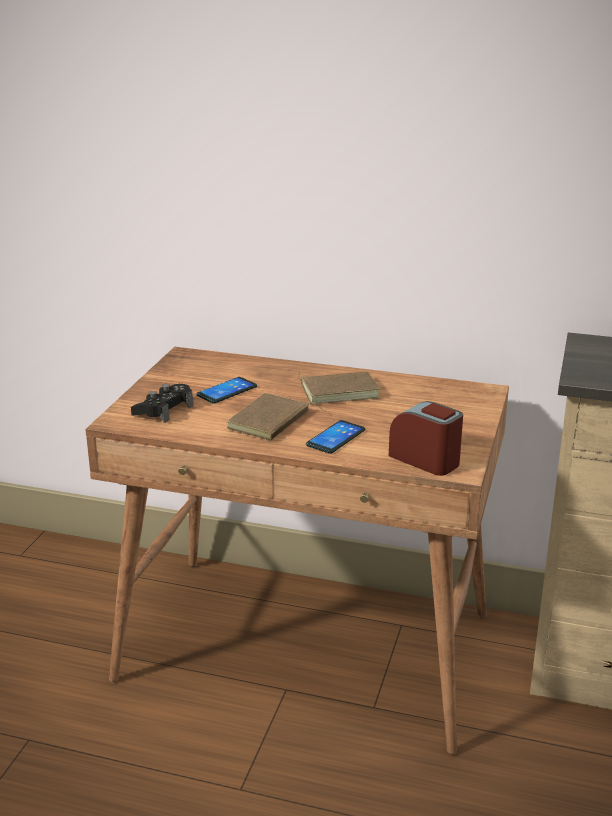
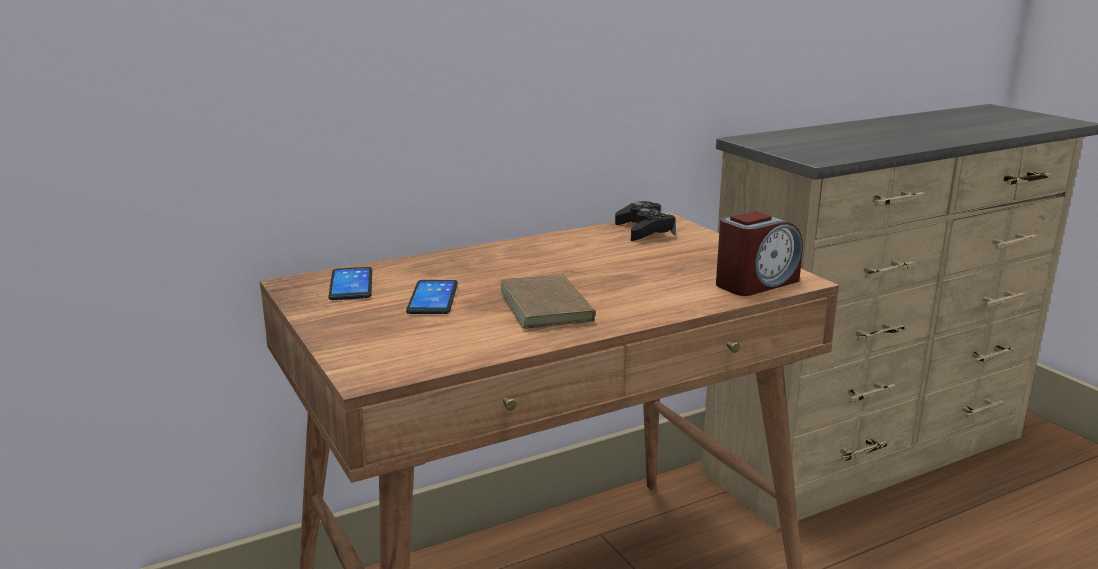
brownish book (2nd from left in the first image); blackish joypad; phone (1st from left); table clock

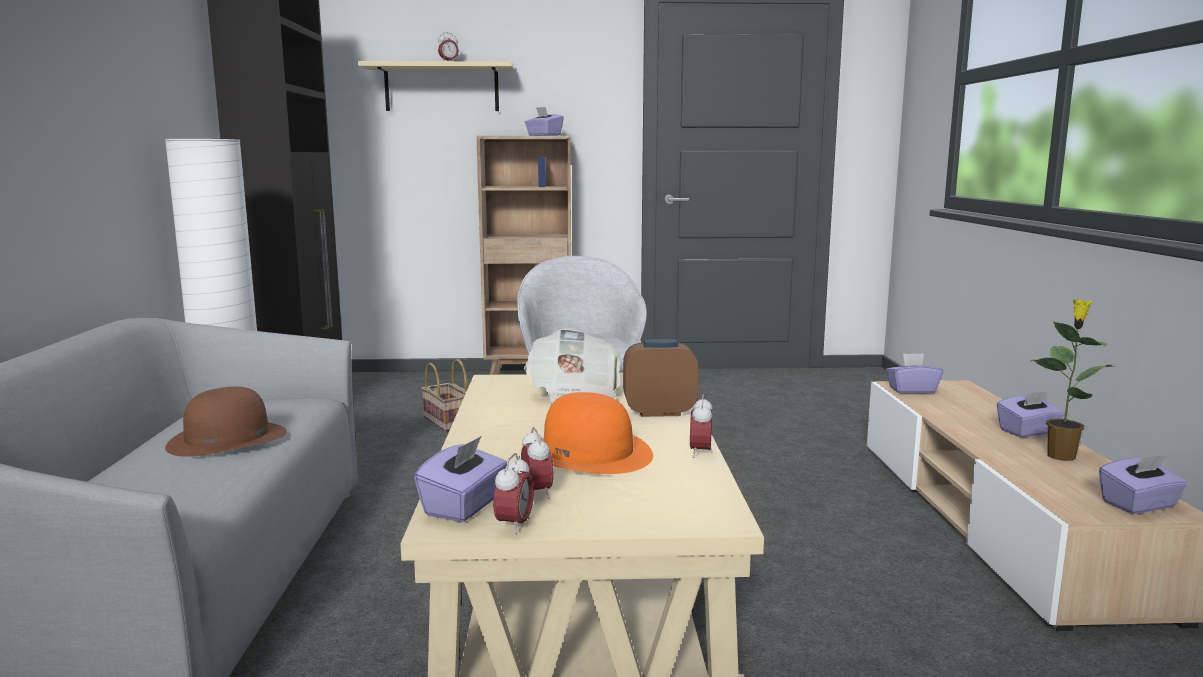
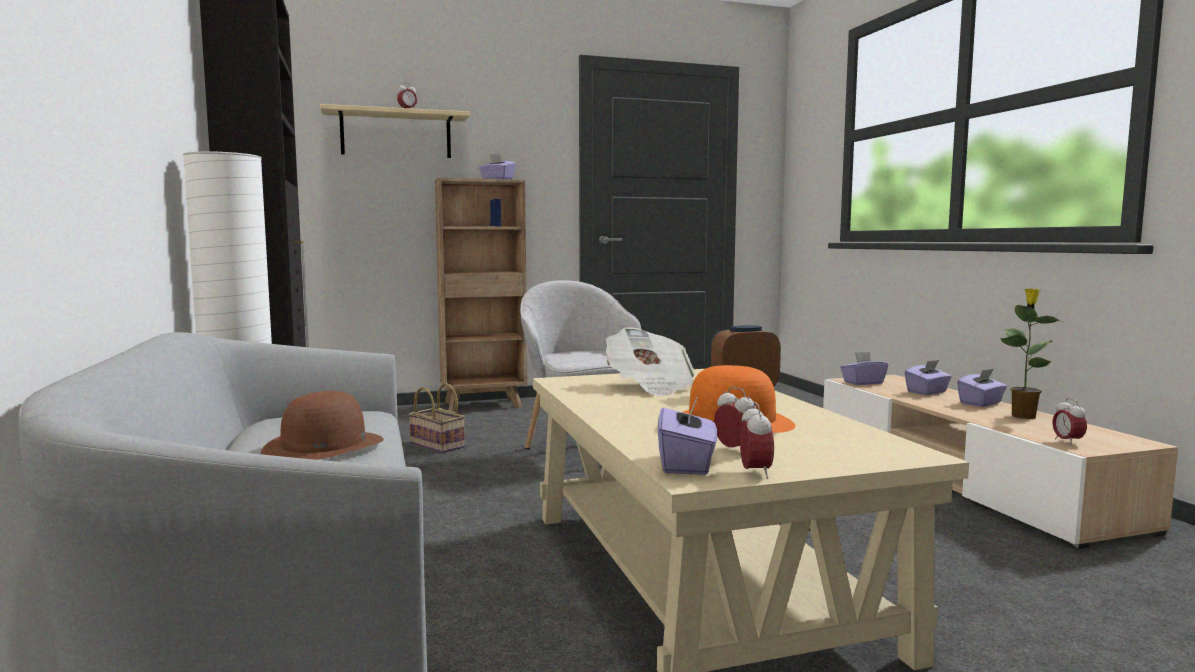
table clock (5th from left); purple tissue box (4th from left)

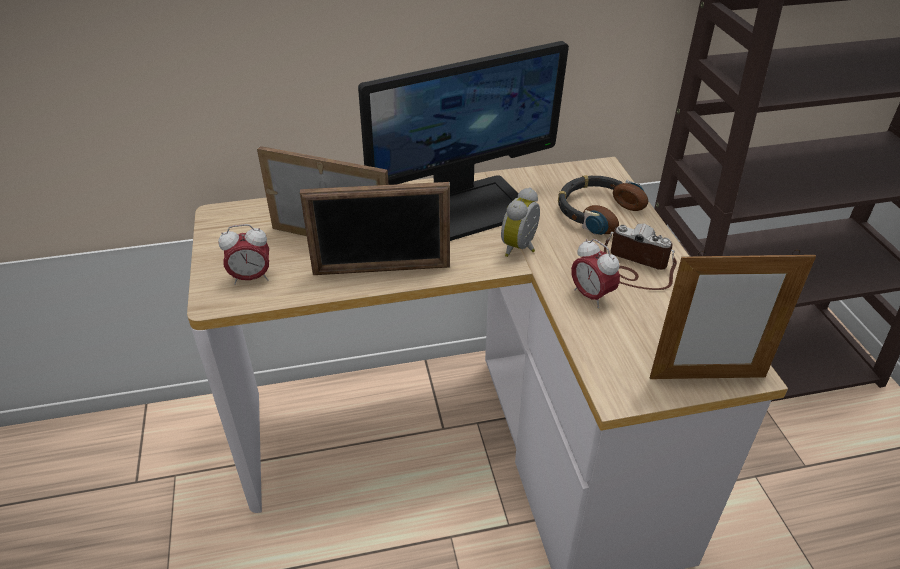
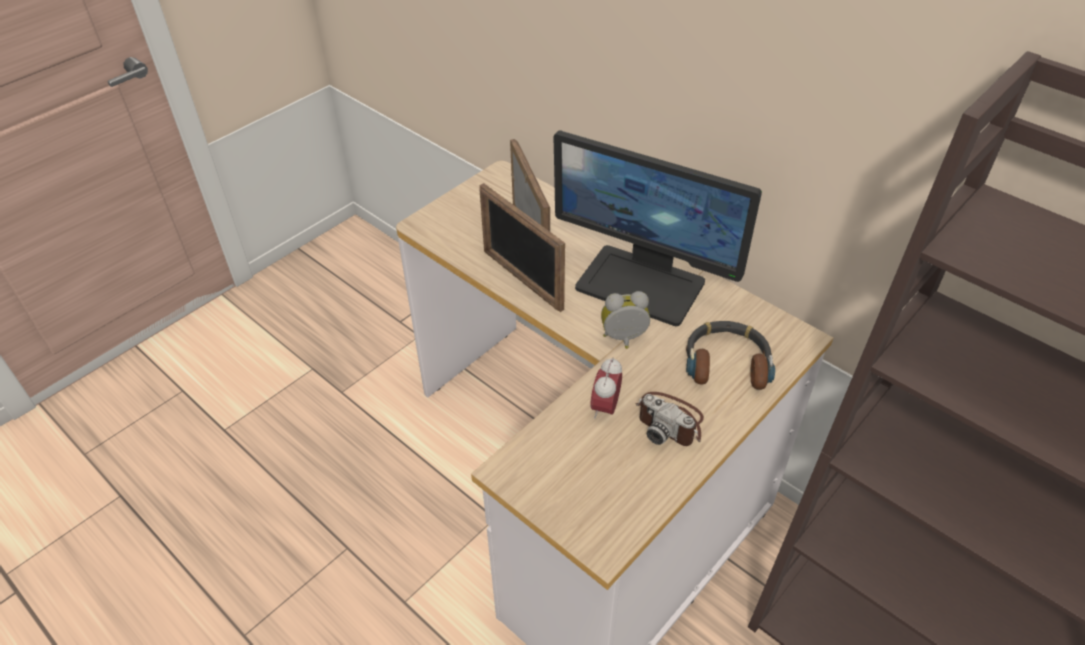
table clock (1st from left in the first image); photo frame (3rd from left in the first image); still camera

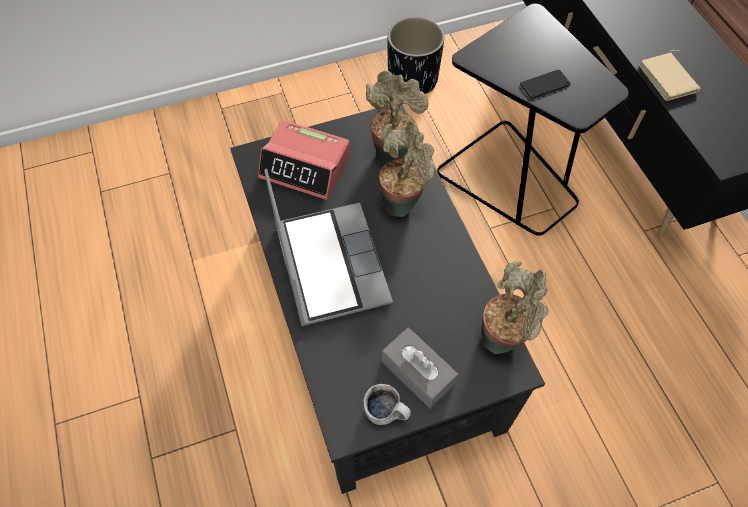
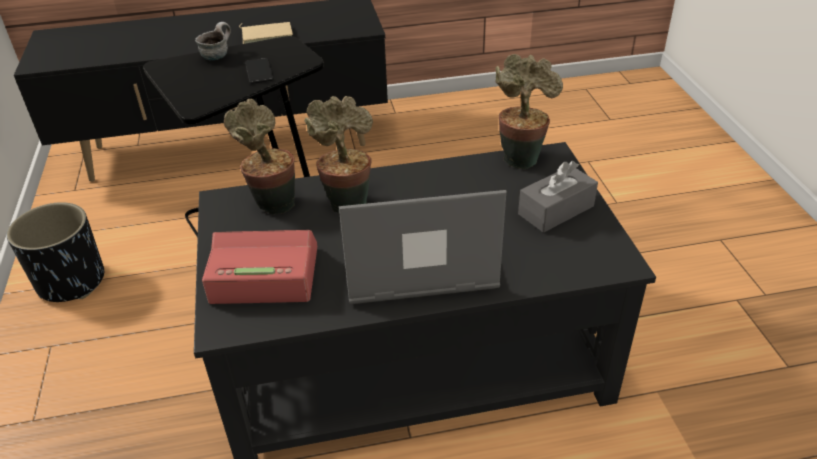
mug; table clock

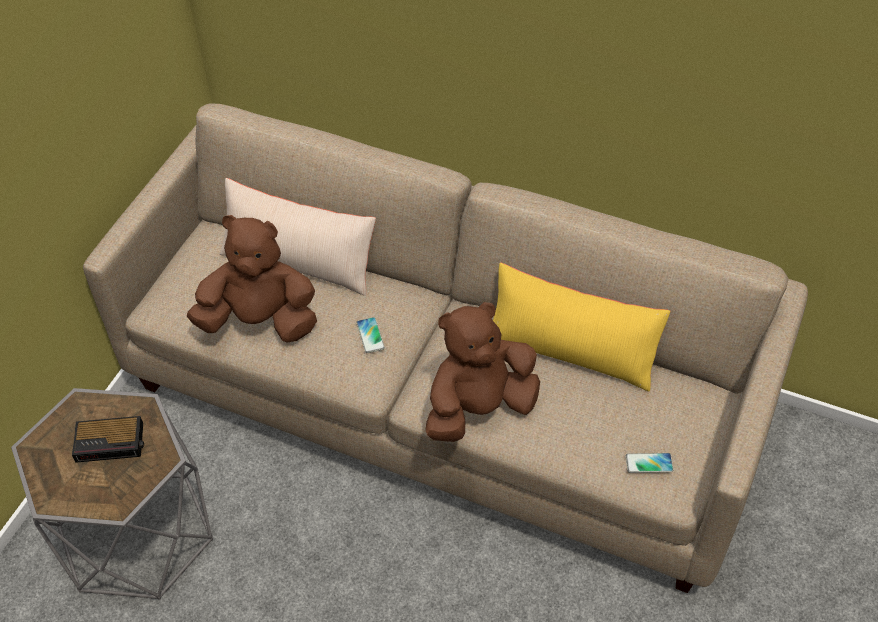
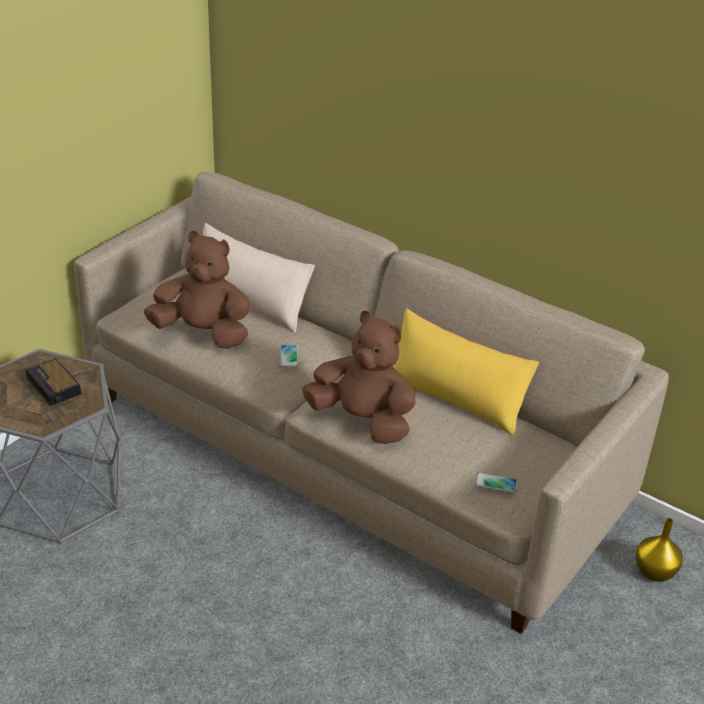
yellow flower vase; table clock; brownish plush toy (2nd from left)

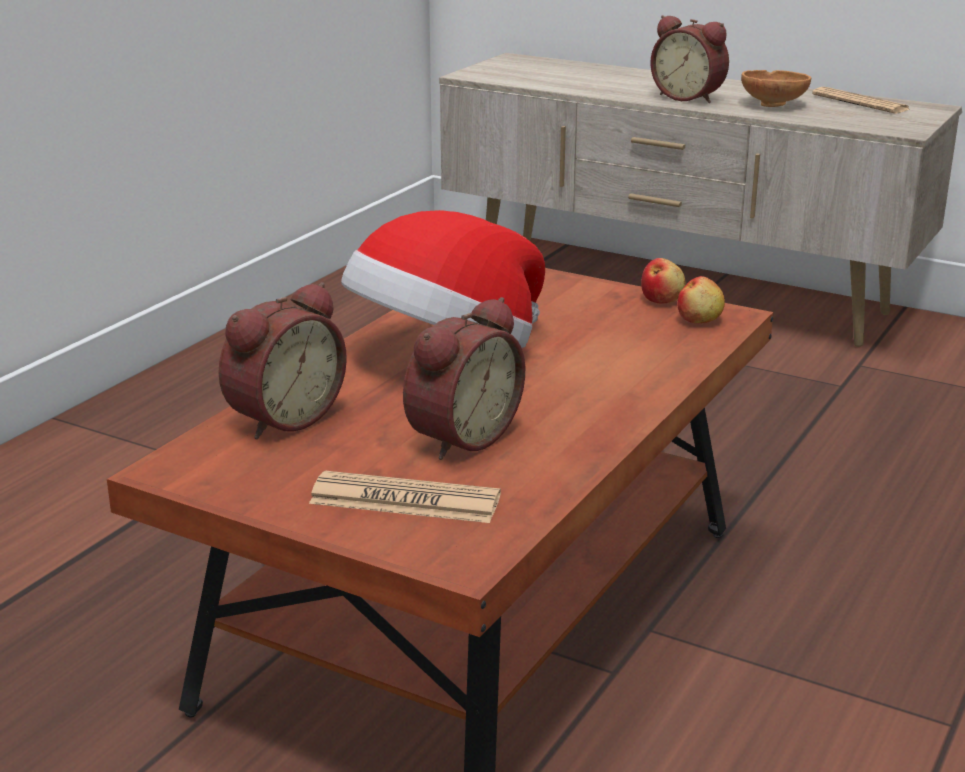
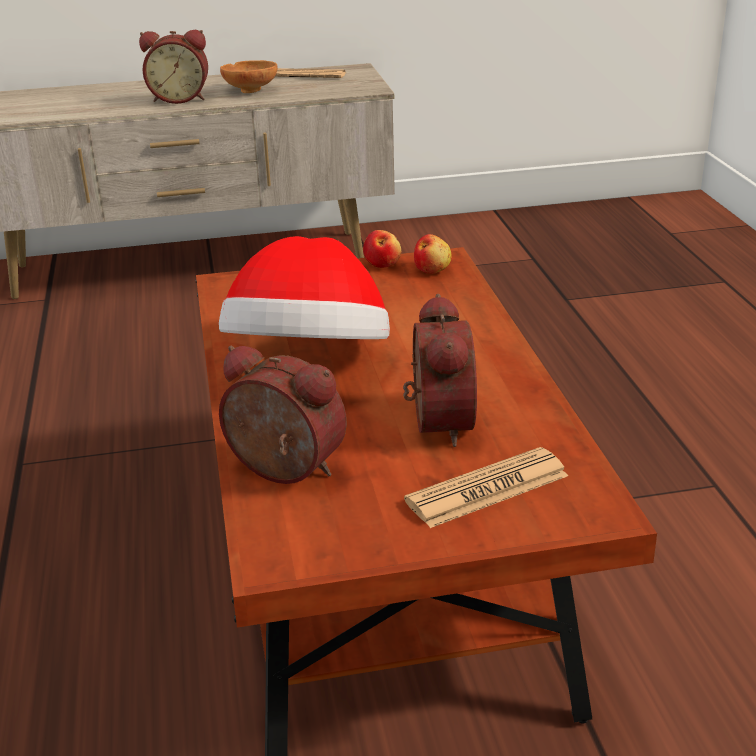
table clock (2nd from left)

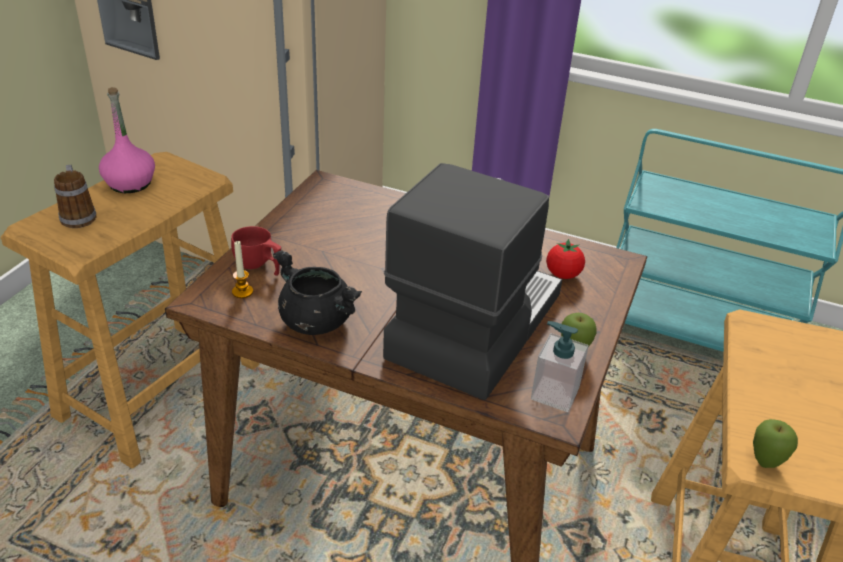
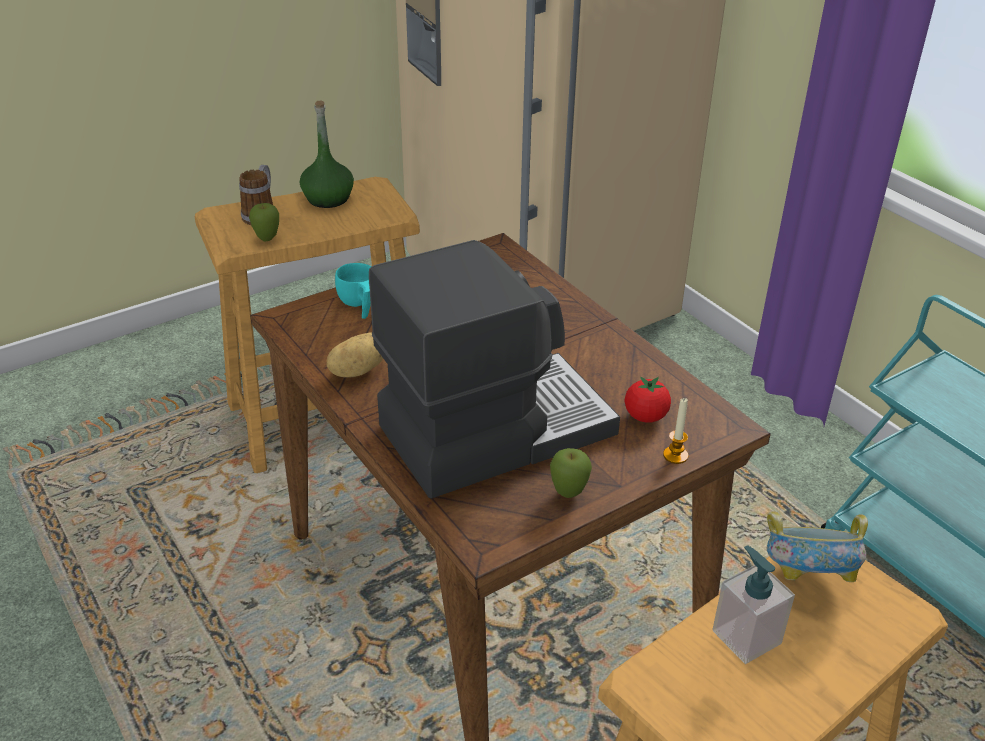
bowl; candle; liquid soap bottle; apple (1st from left); potato; green-coloured beverage bottle; blue-green cup

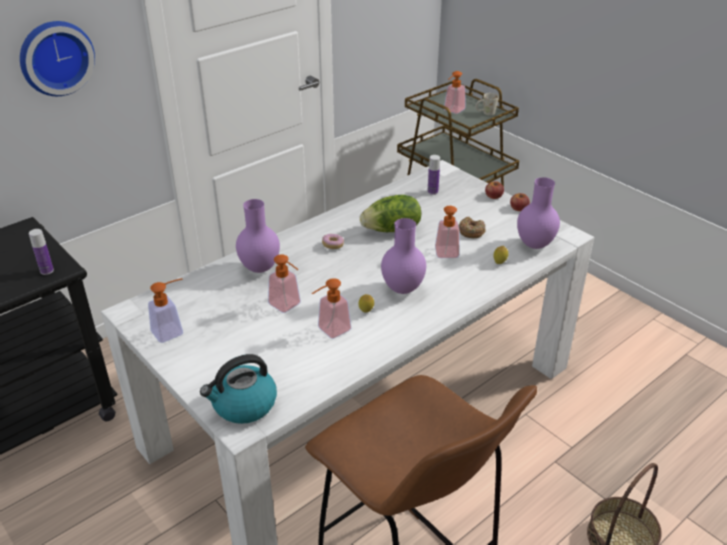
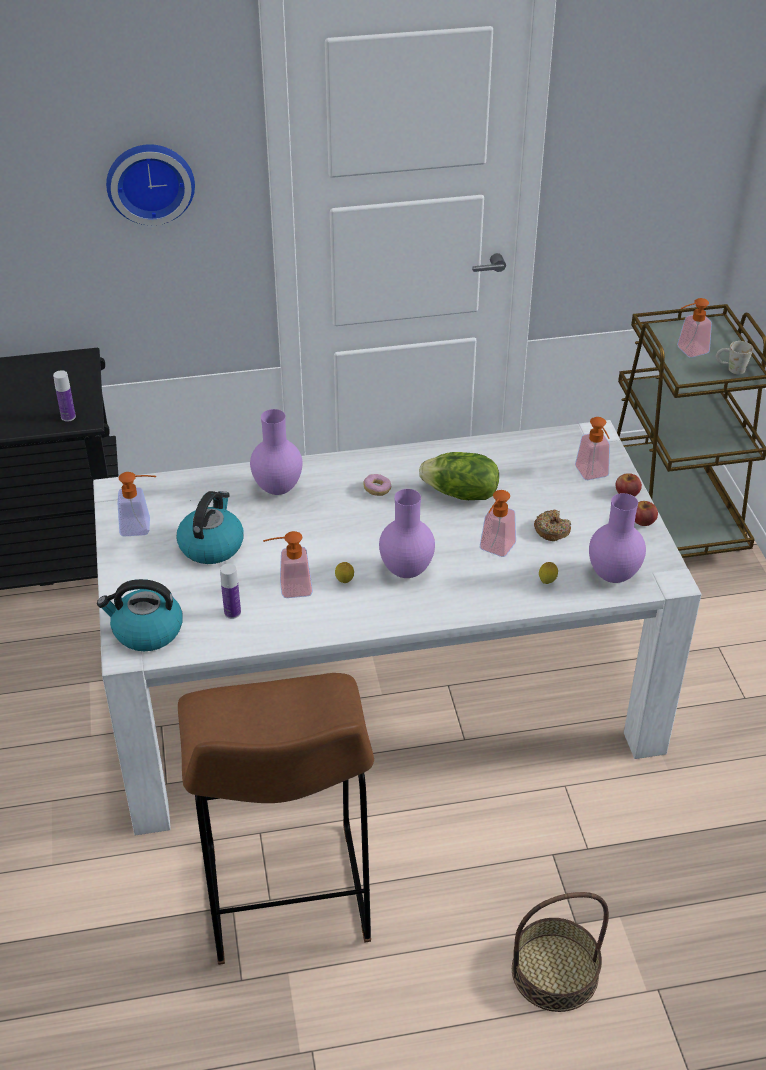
tea kettle (2nd from left); liquid soap bottle (4th from left); beverage bottle (2nd from left)

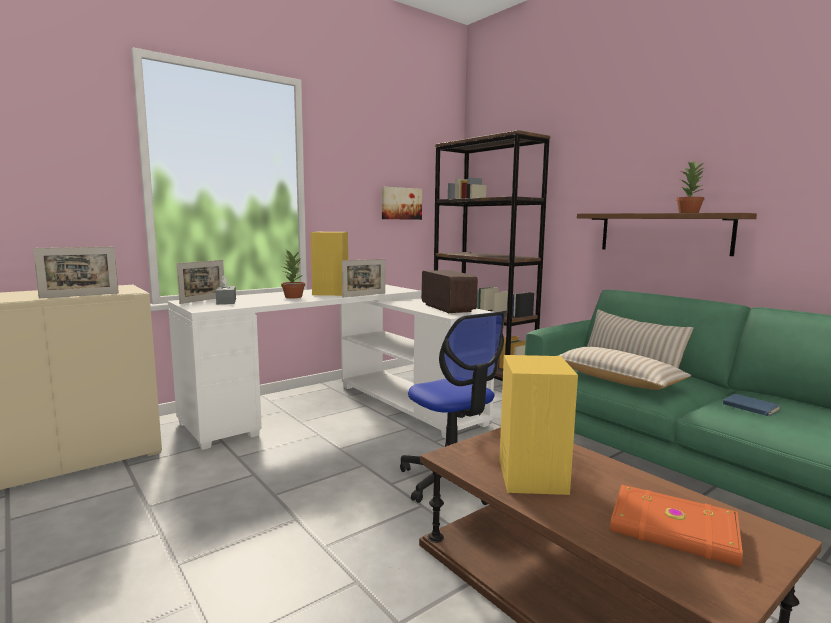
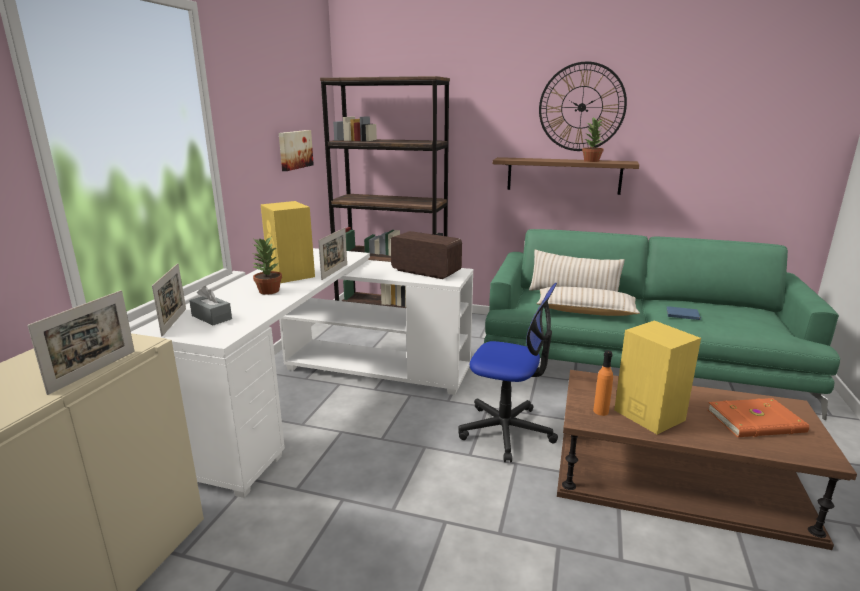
hanging clock; orange beverage bottle

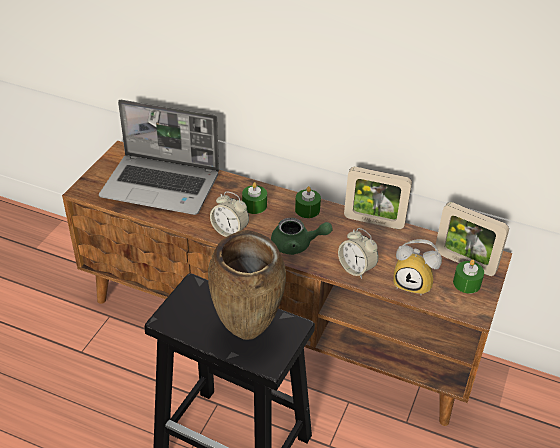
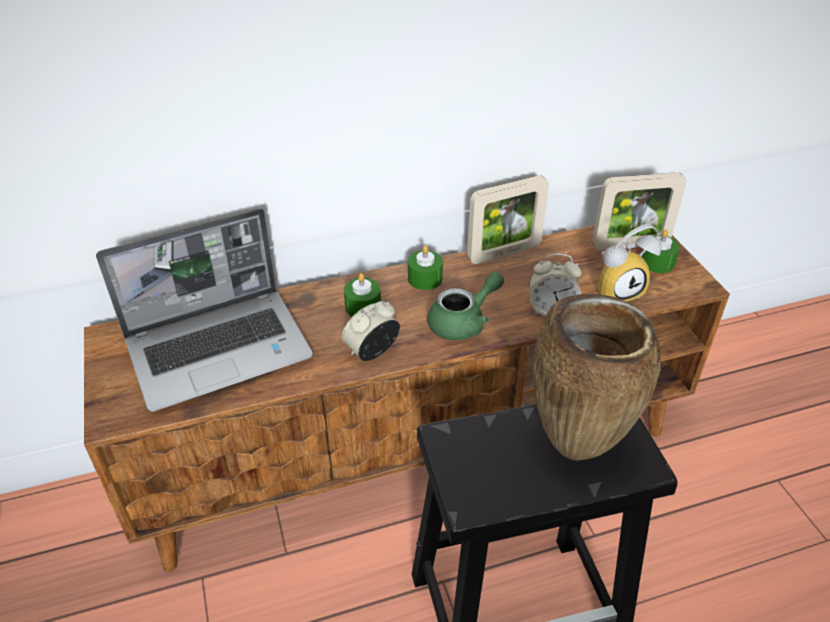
table clock (1st from left)

